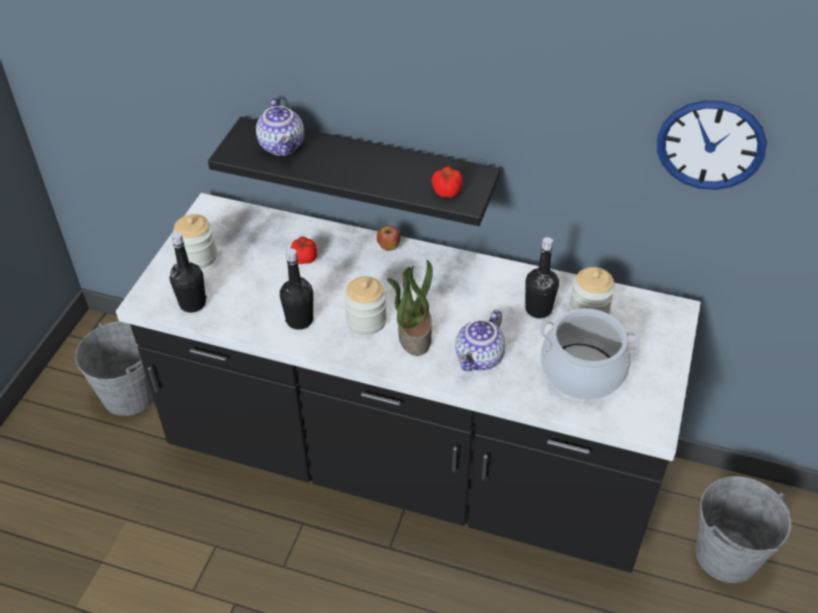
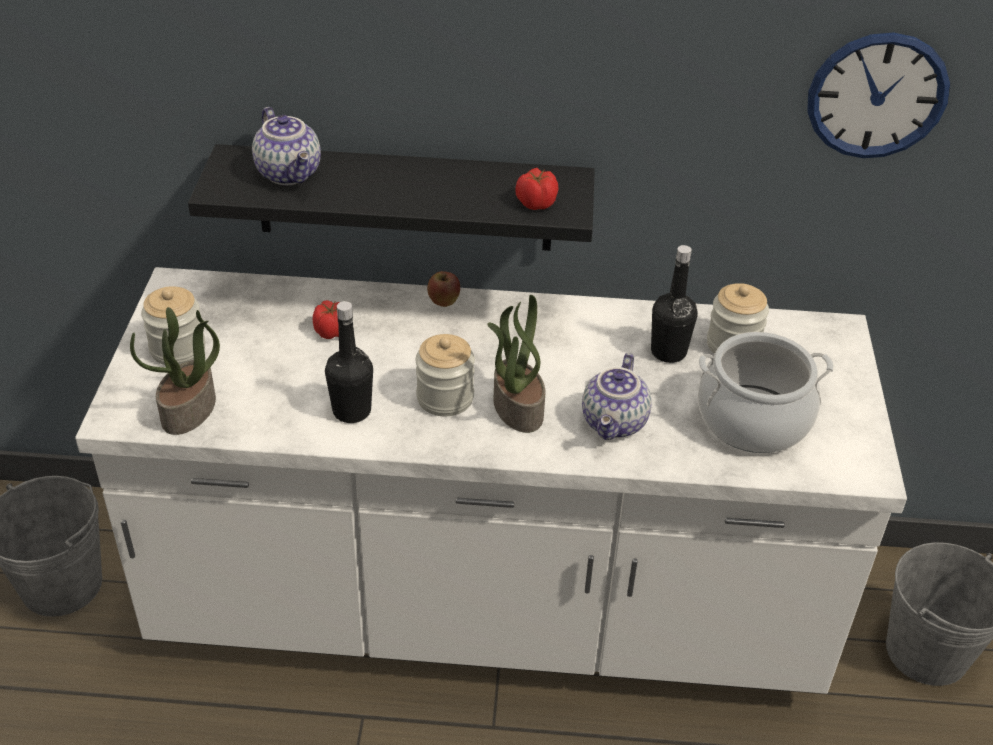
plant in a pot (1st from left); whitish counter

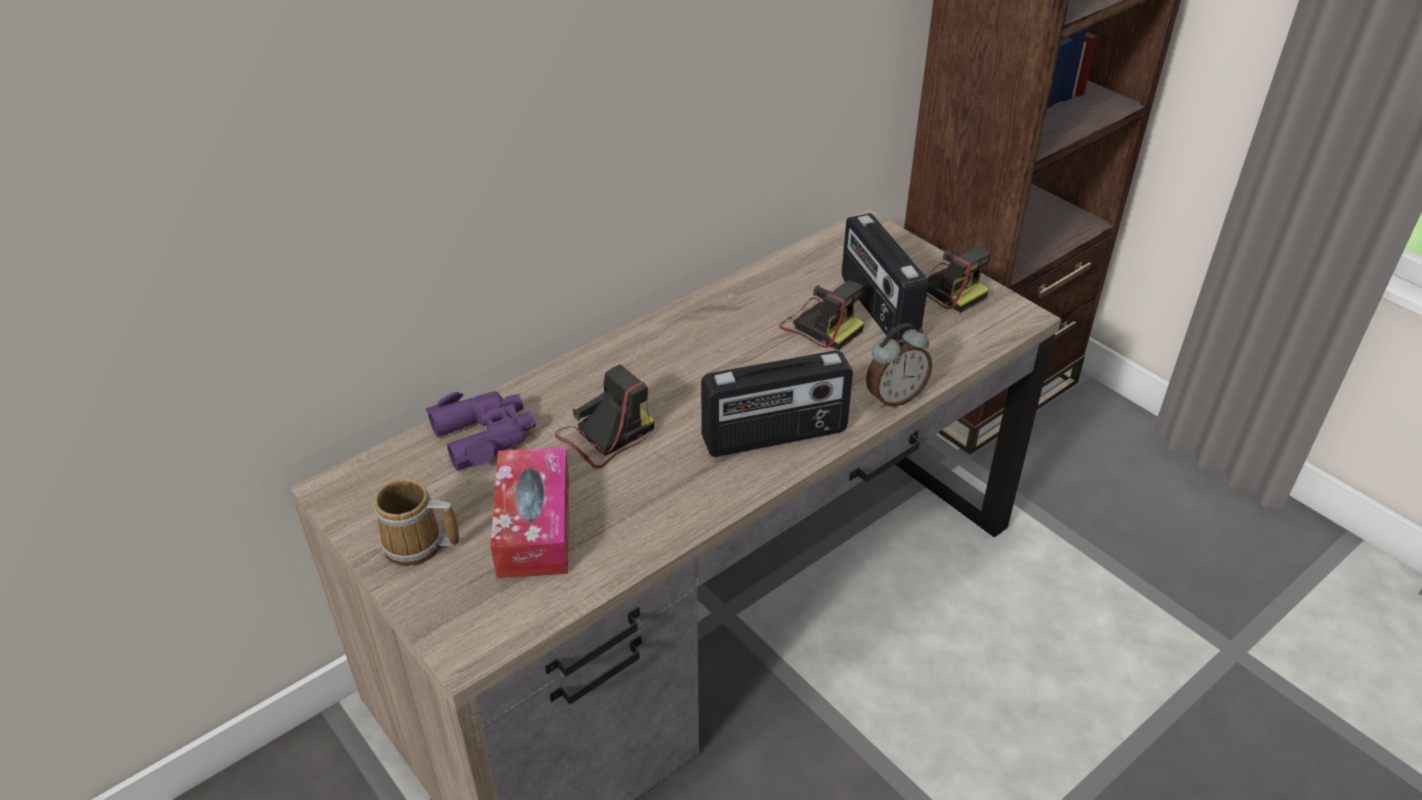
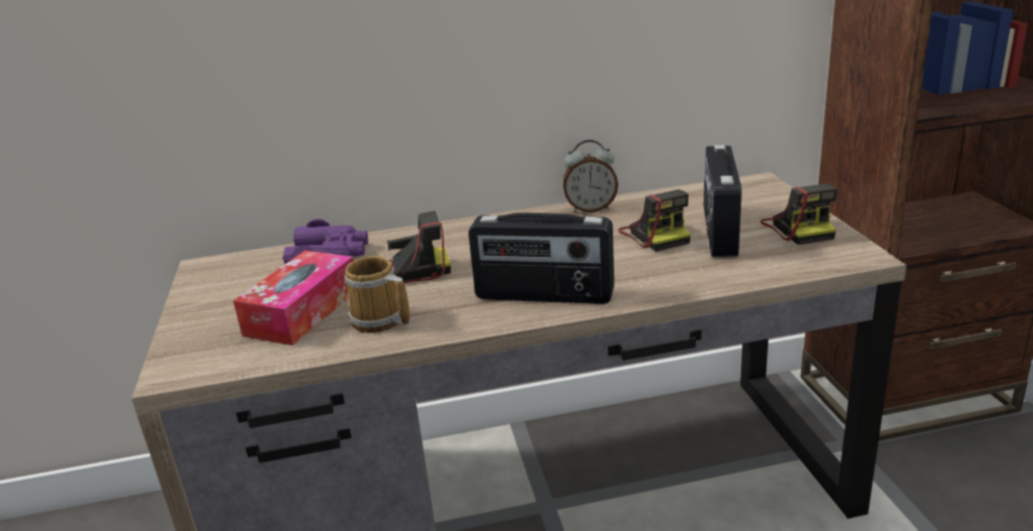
mug; table clock

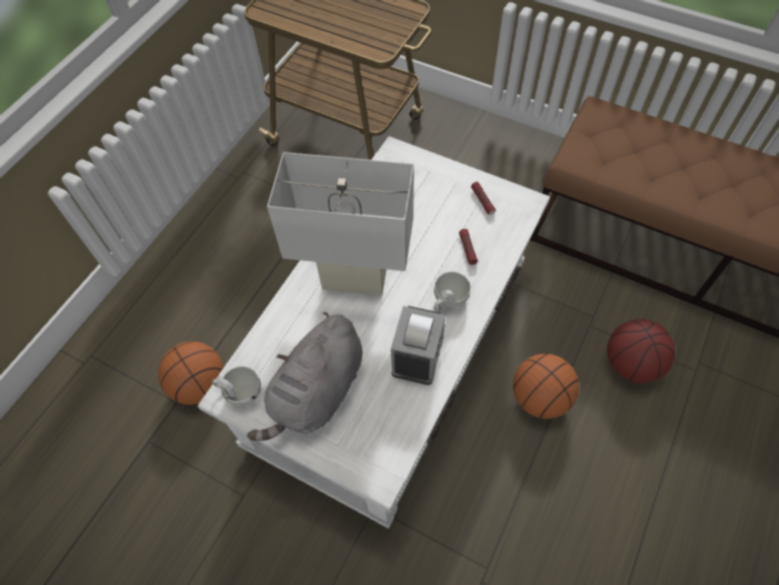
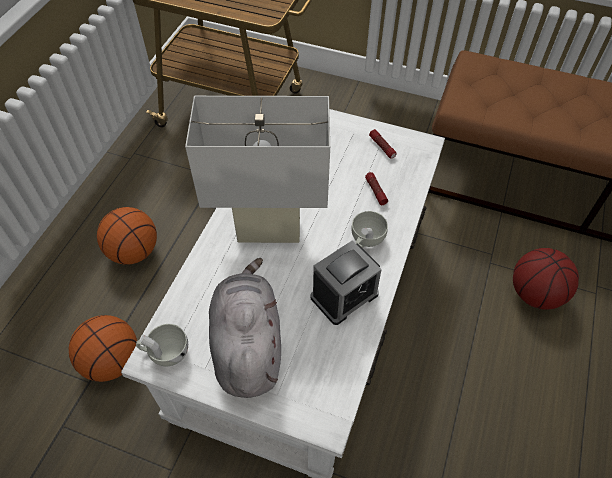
basketball ball (2nd from left); greyish plush toy; table clock

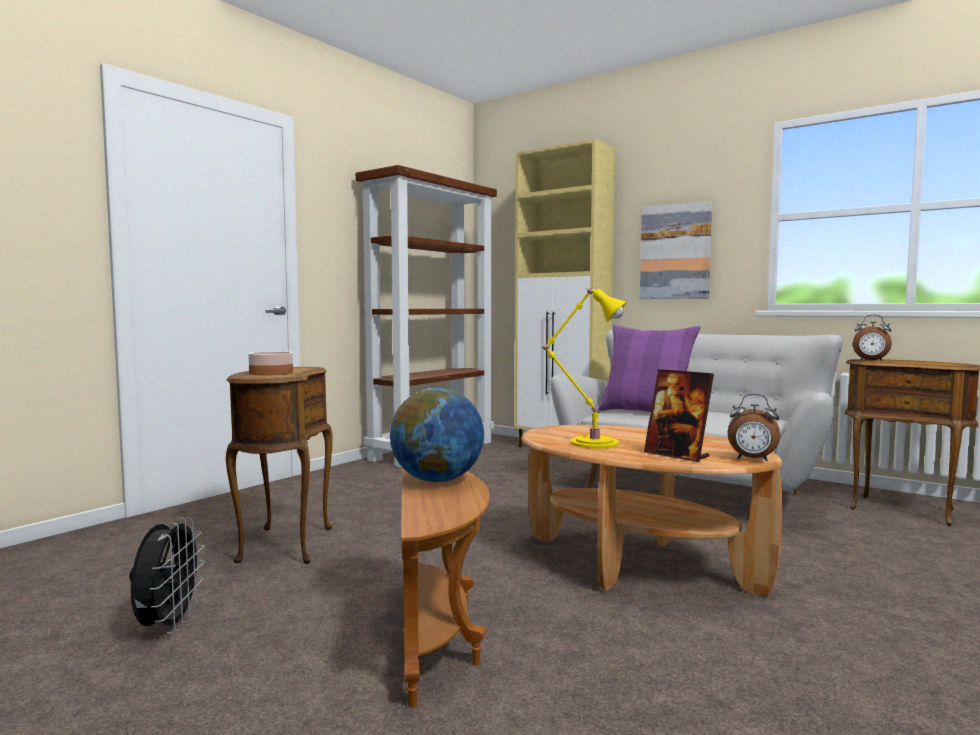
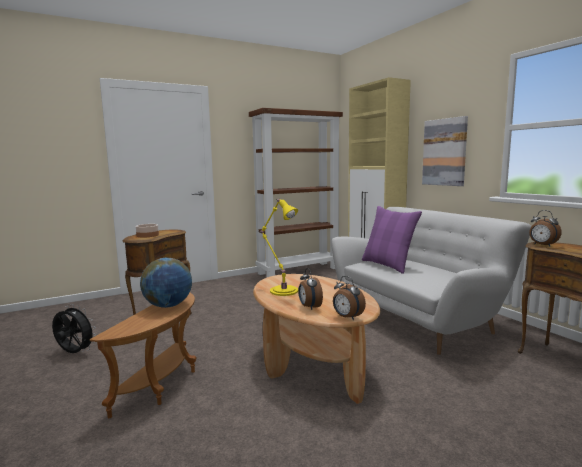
table clock (1st from left); blackish fan

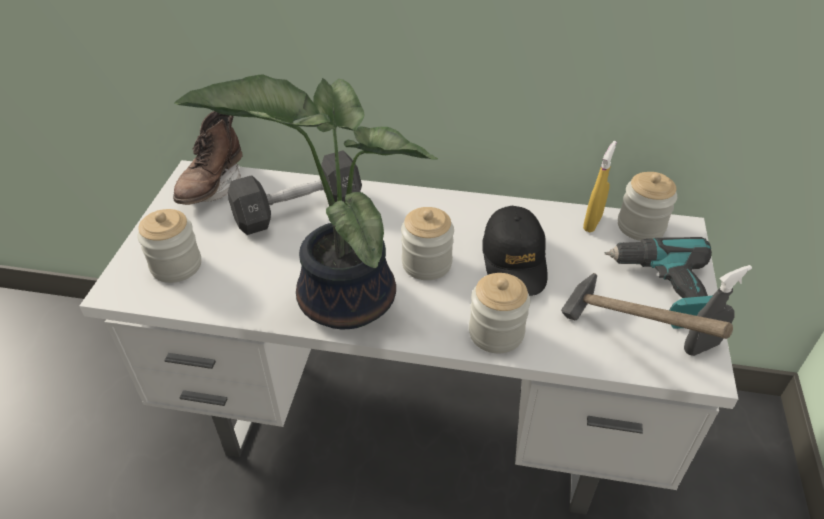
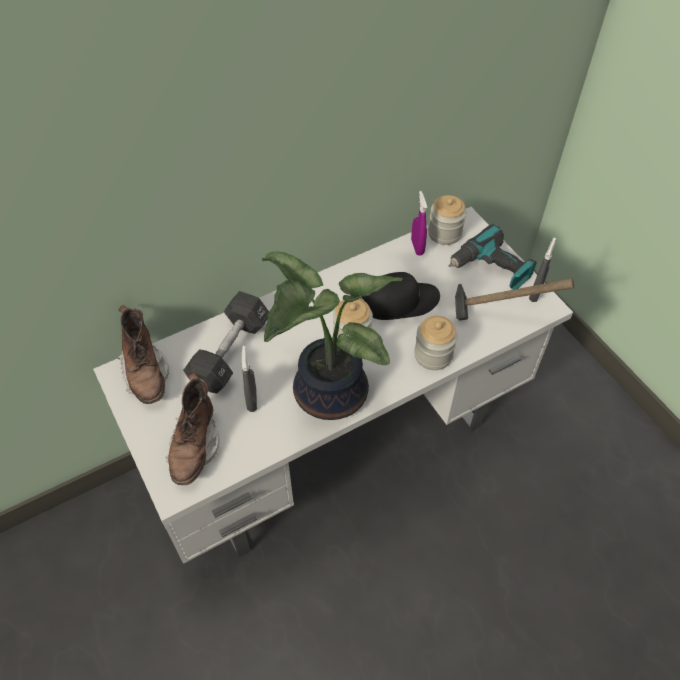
greyish hand sprayer (1st from left); brownish boot (2nd from left); purple hand sprayer; blackish peaked cap

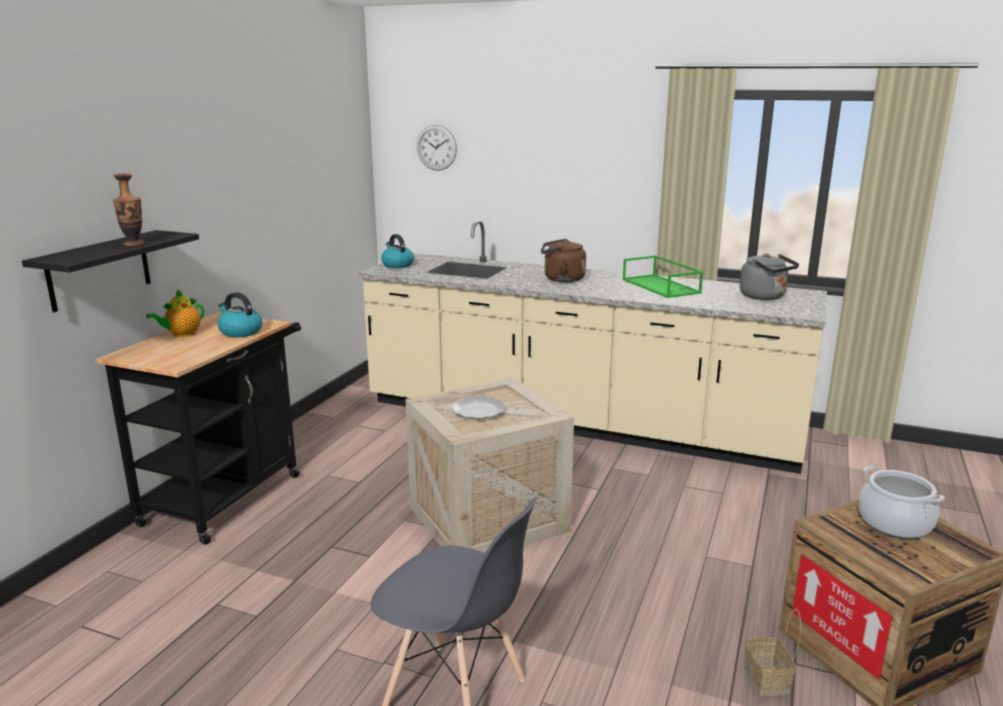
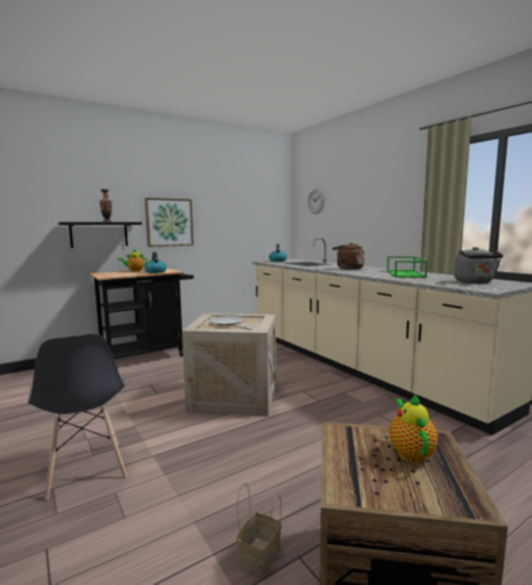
wall art; pot for tea (2nd from left)

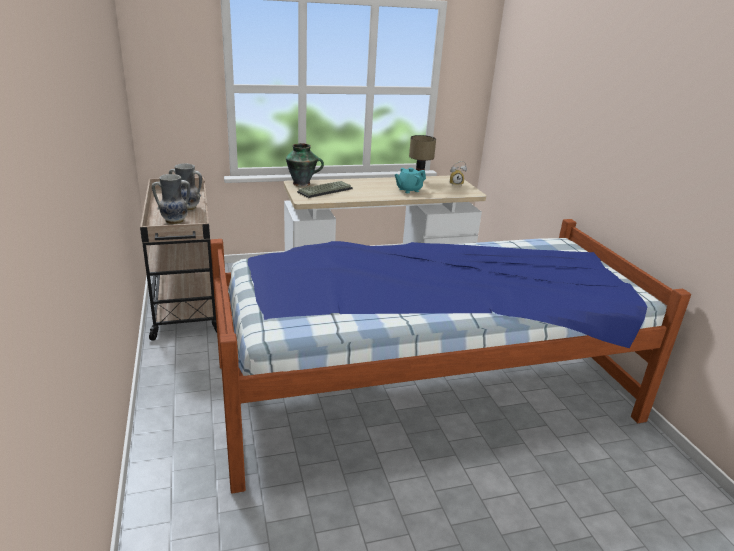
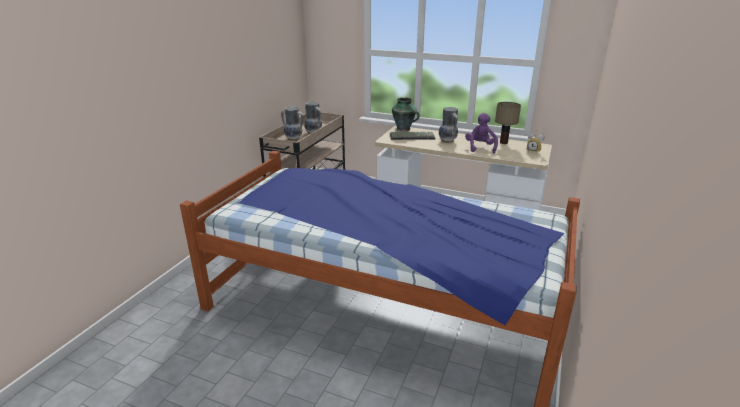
flower vase (4th from left); purple plush toy

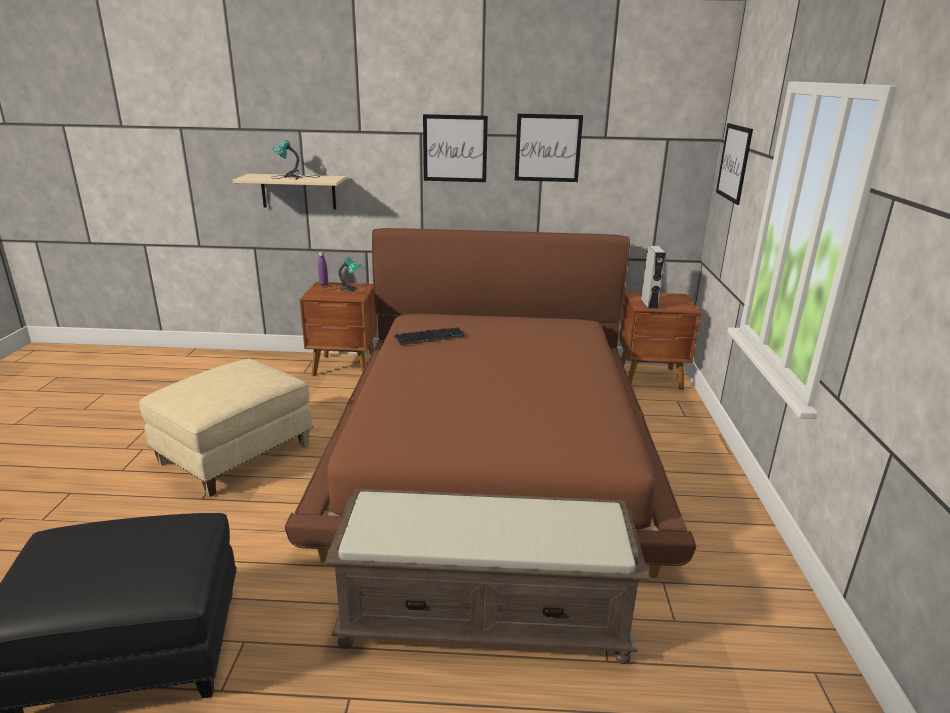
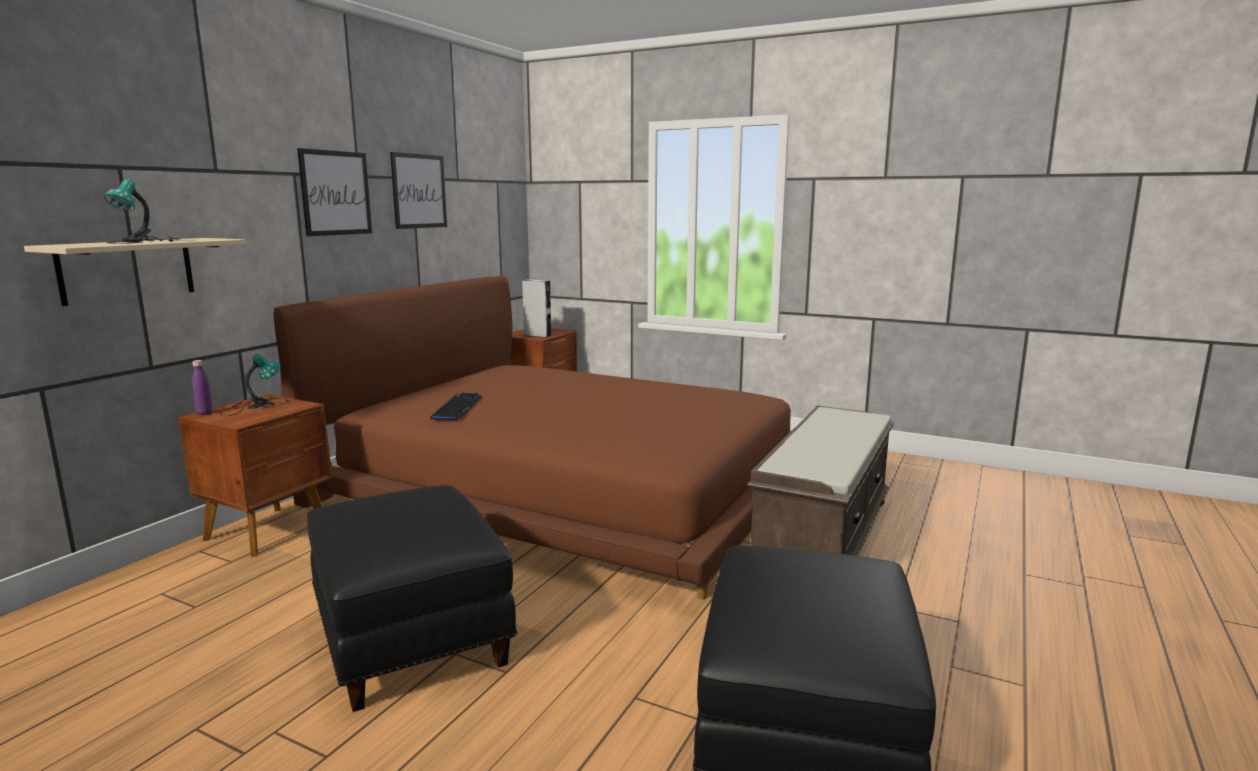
wall art (3rd from left in the first image); blackish footrest (1st from left)

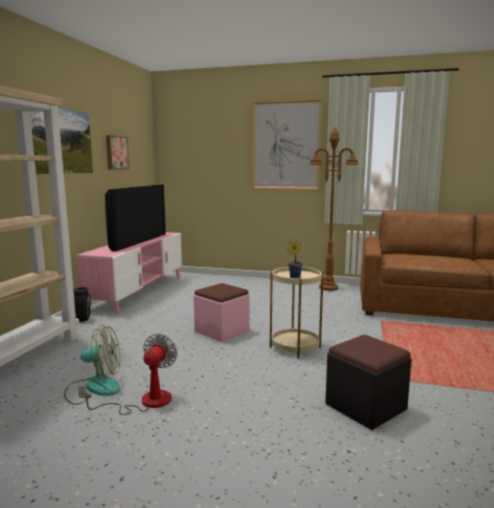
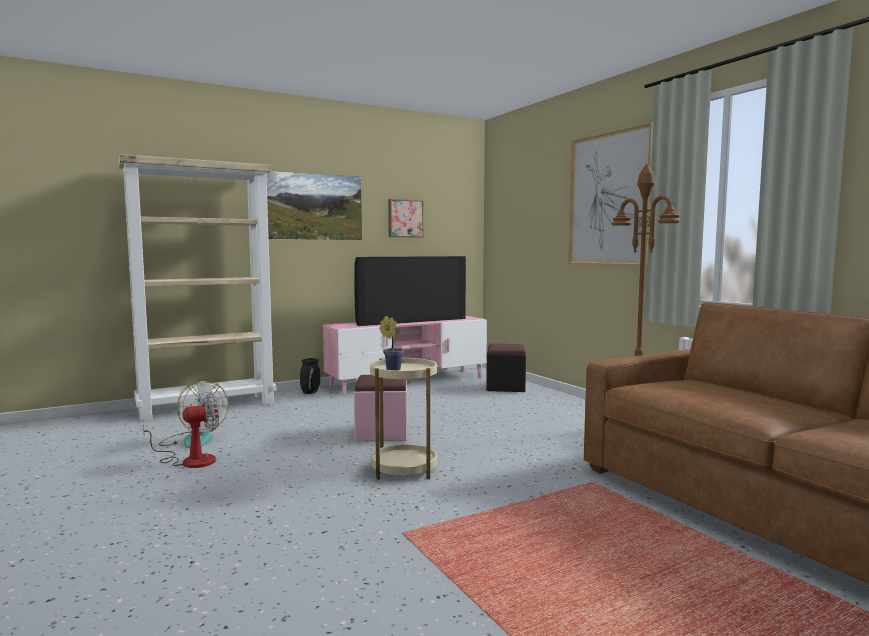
blackish footrest

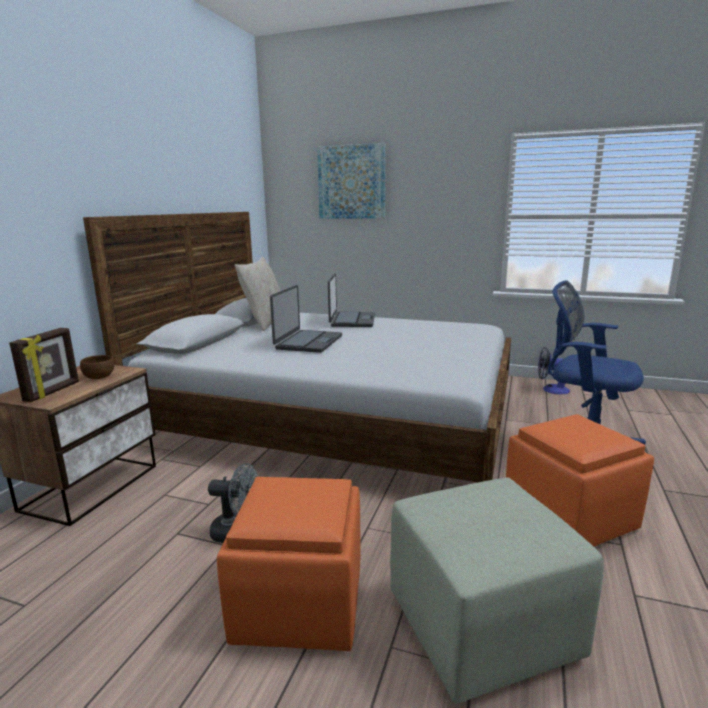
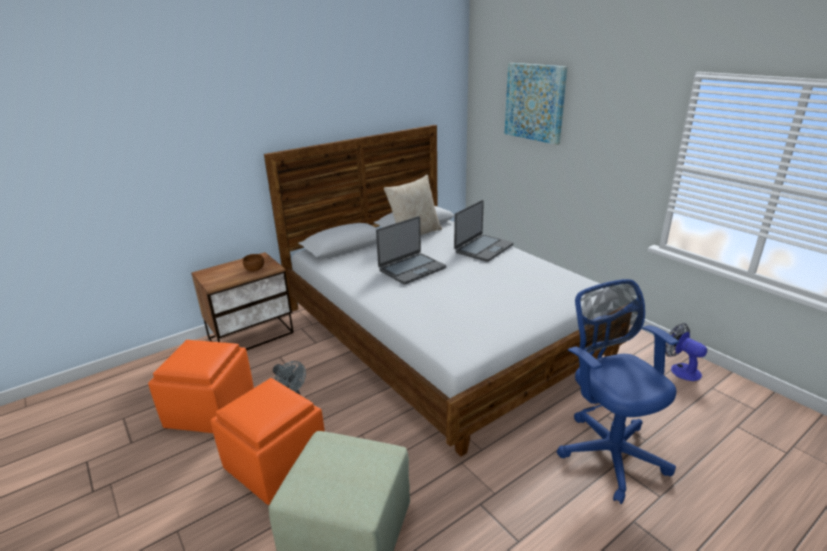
photo frame; orange footrest (1st from left)

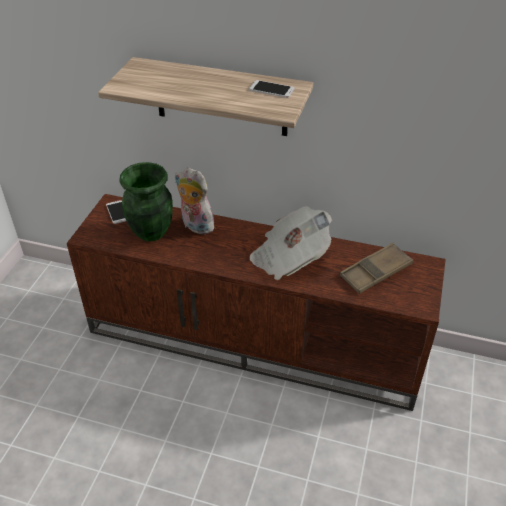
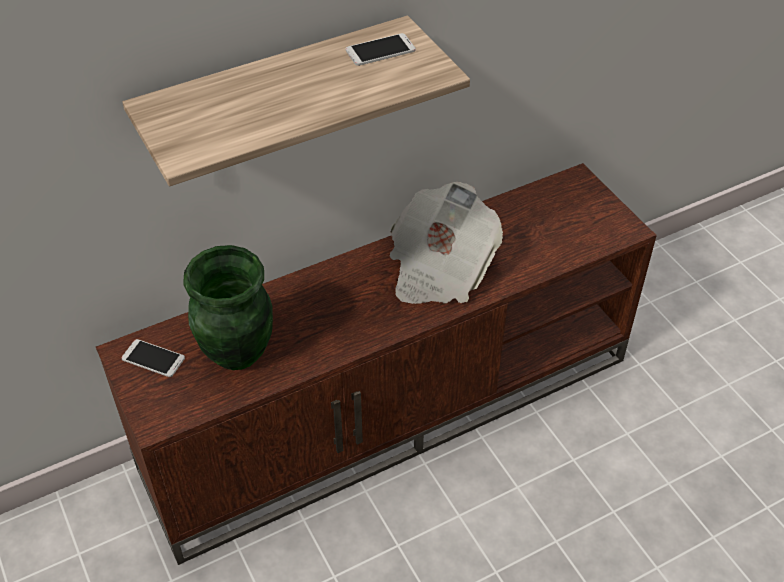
plush toy; brownish carrying tray

